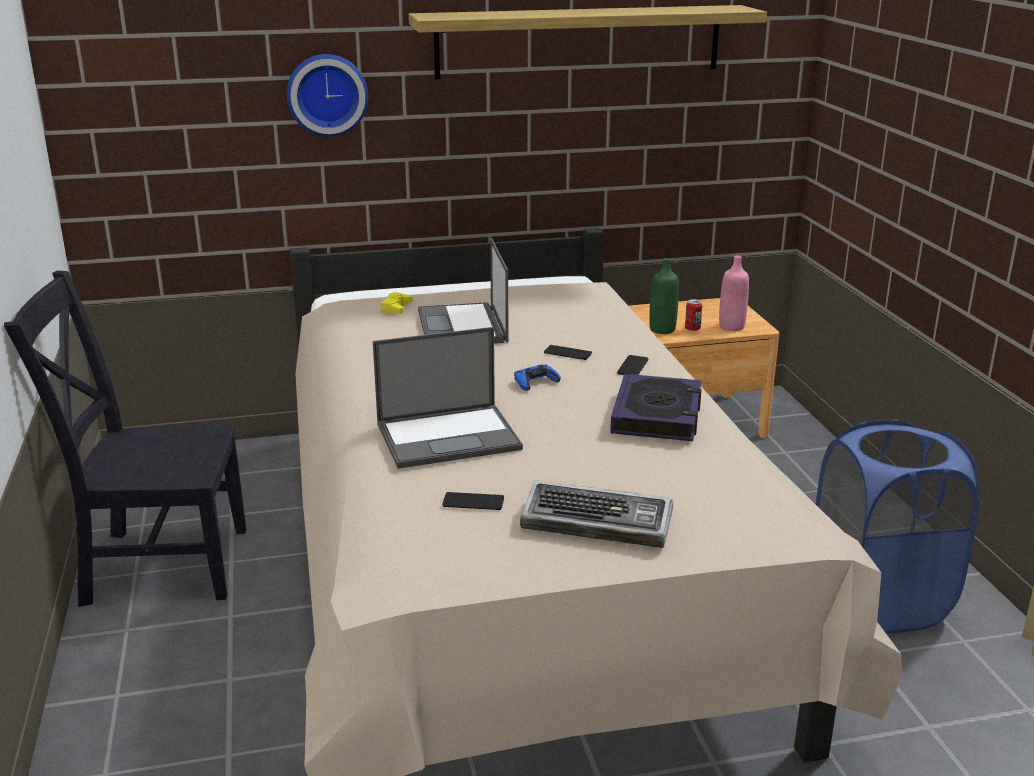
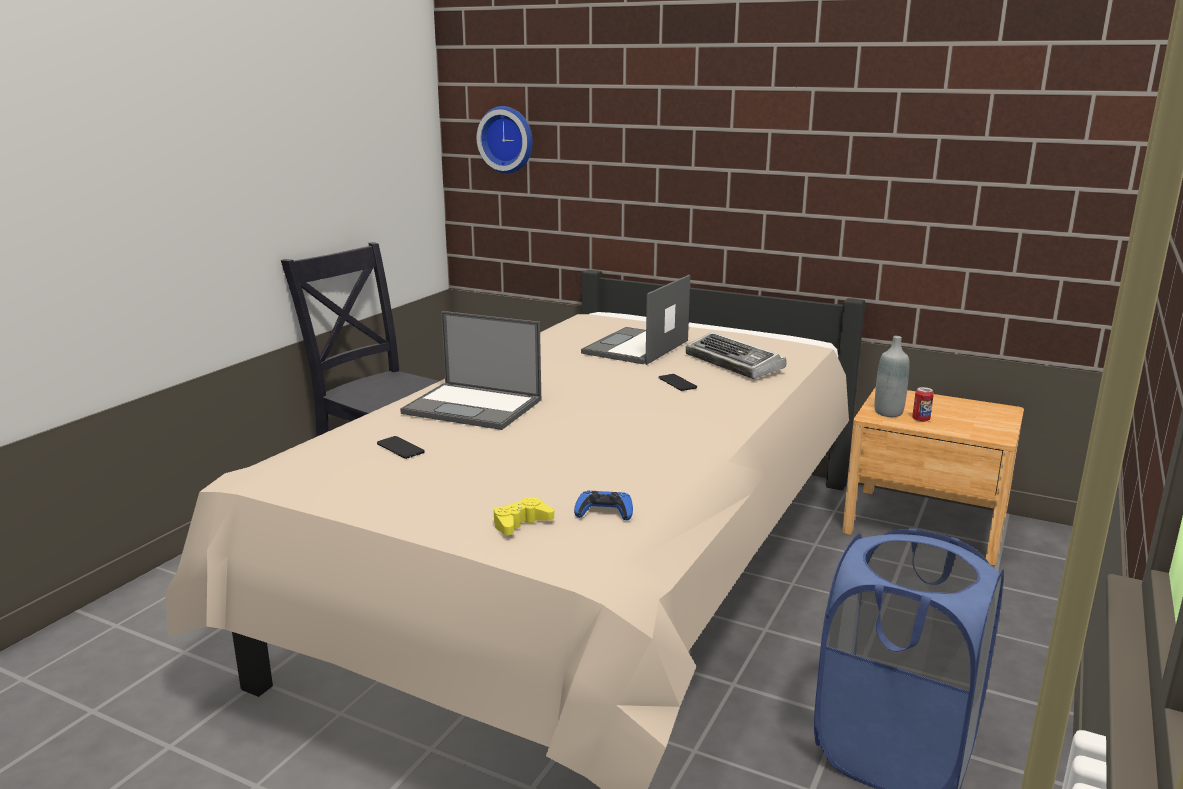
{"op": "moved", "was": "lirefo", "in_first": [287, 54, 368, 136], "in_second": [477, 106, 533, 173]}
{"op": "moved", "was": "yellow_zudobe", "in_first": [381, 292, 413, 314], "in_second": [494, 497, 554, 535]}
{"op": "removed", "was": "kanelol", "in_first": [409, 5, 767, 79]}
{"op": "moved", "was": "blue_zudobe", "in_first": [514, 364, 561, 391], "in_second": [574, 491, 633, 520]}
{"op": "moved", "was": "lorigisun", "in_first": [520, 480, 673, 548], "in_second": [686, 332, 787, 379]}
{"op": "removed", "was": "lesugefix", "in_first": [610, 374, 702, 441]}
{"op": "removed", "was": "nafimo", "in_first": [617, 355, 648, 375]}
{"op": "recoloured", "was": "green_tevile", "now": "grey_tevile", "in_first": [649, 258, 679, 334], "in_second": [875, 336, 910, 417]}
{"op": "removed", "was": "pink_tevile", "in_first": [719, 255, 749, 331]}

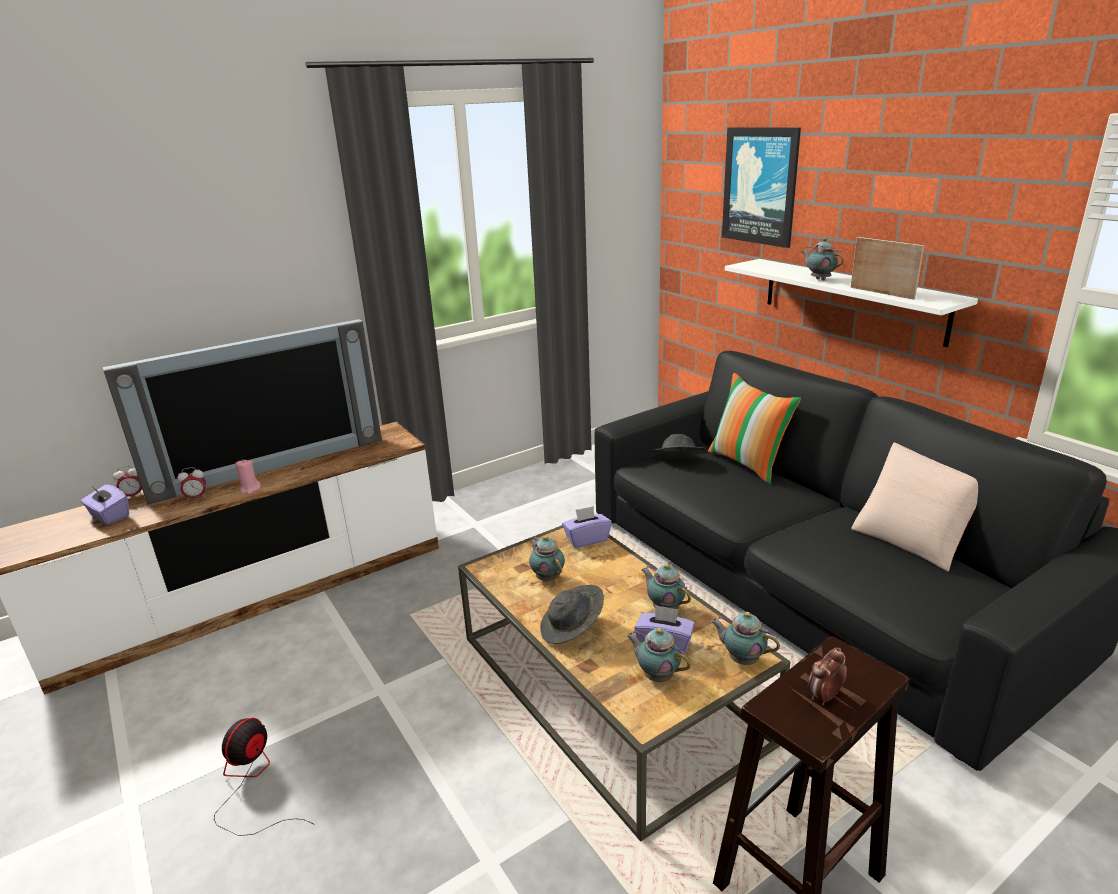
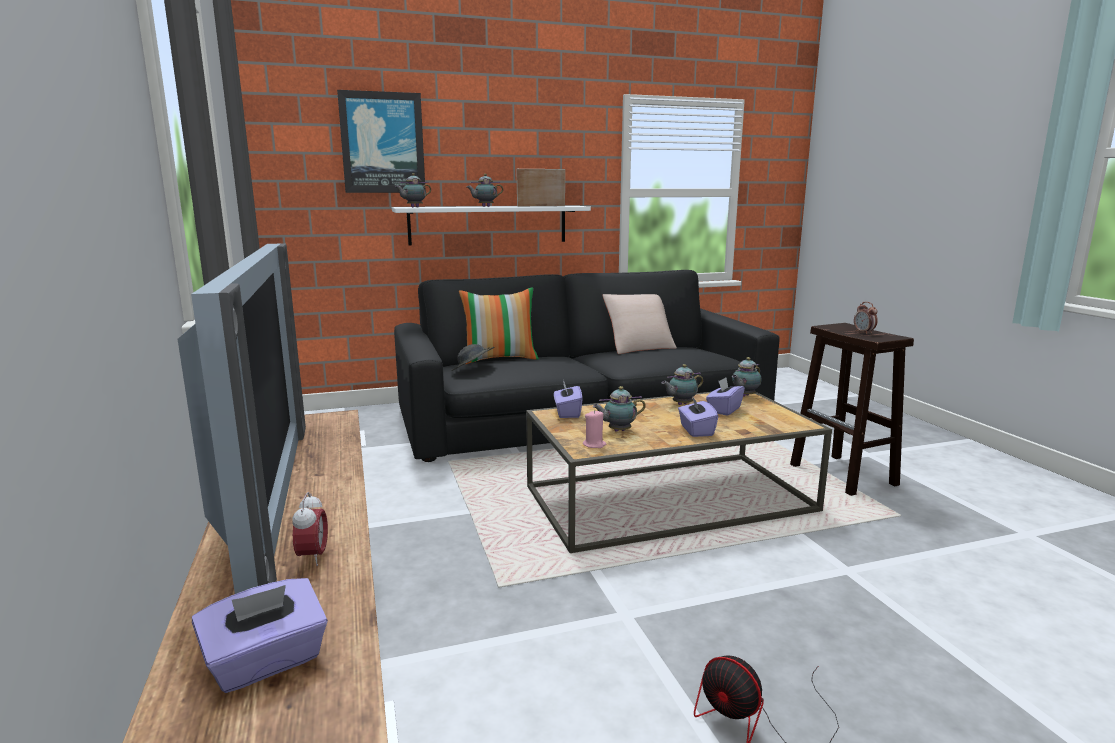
{"op": "removed", "was": "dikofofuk", "in_first": [113, 466, 143, 496]}
{"op": "moved", "was": "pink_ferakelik", "in_first": [235, 459, 261, 494], "in_second": [583, 410, 607, 448]}
{"op": "replaced", "was": "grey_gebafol", "now": "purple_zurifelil", "in_first": [540, 585, 604, 644], "in_second": [678, 397, 718, 437]}
{"op": "moved", "was": "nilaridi", "in_first": [626, 628, 691, 682], "in_second": [395, 173, 431, 207]}

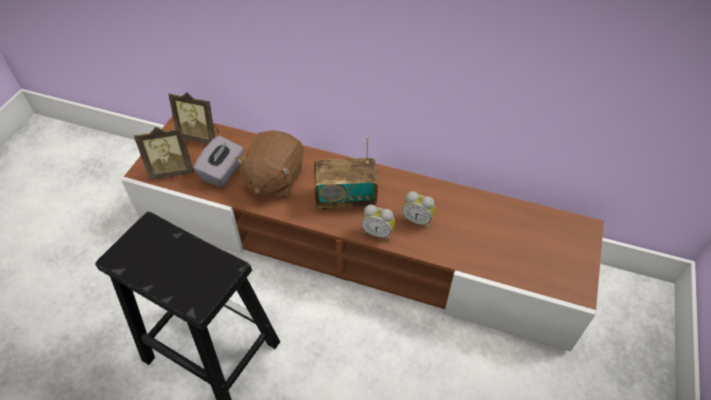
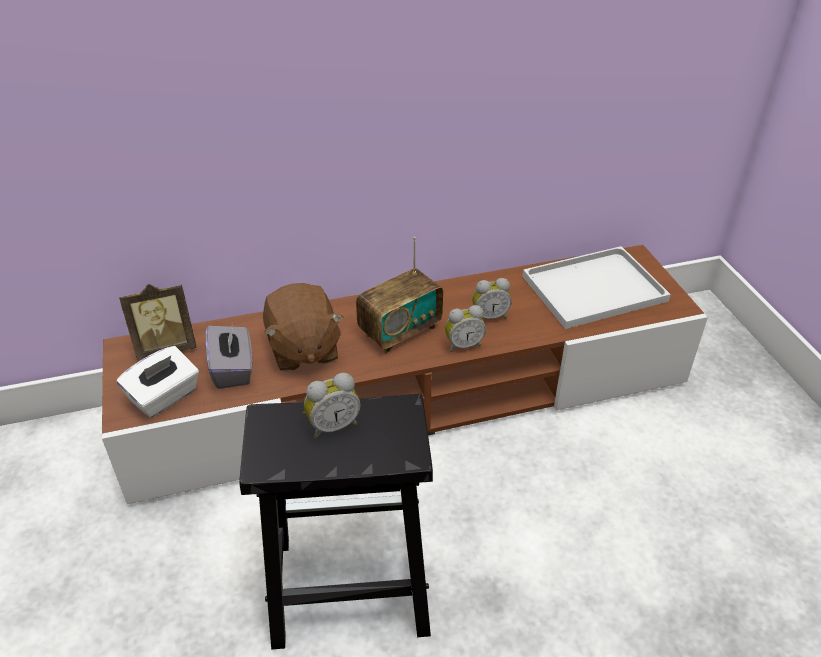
{"op": "replaced", "was": "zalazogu", "now": "white_zurifelil", "in_first": [134, 127, 194, 180], "in_second": [117, 346, 199, 418]}
{"op": "added", "now": "dikofofuk", "in_second": [304, 373, 361, 439]}
{"op": "added", "now": "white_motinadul", "in_second": [522, 246, 671, 329]}

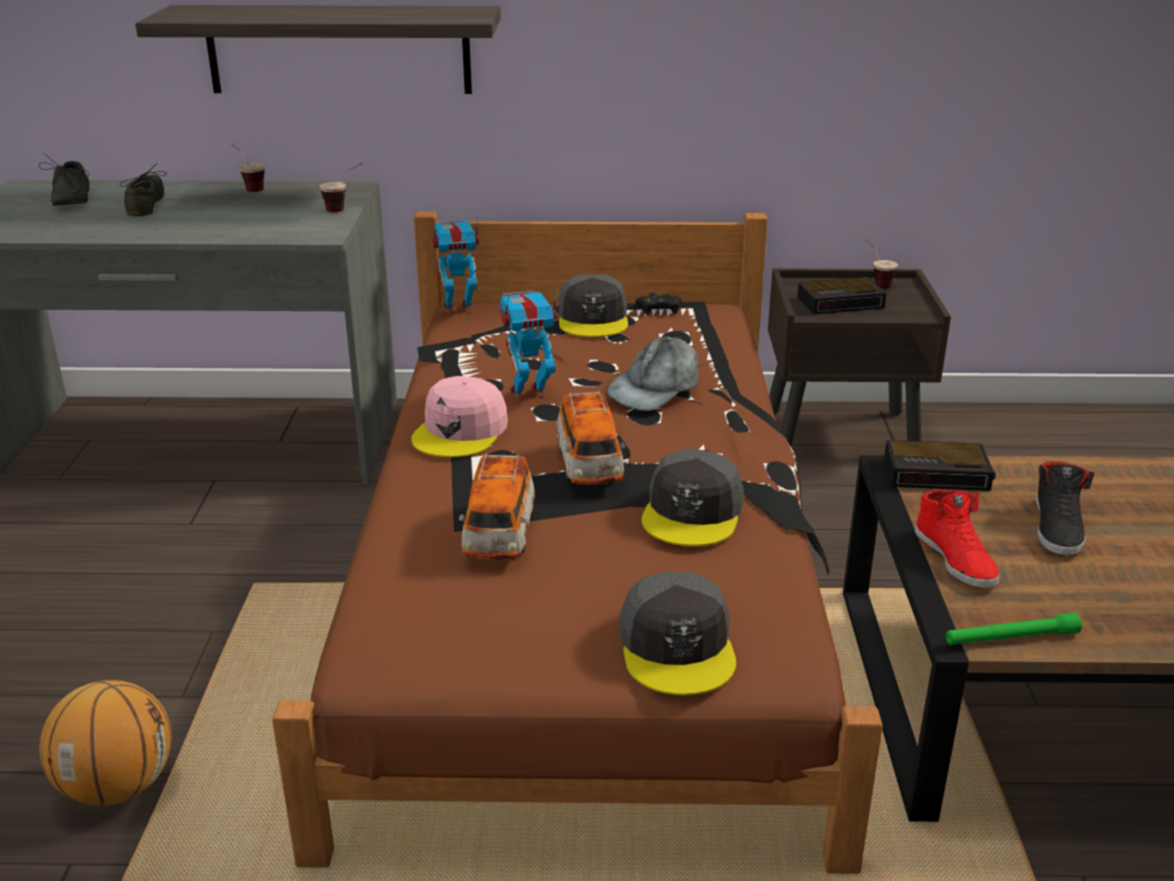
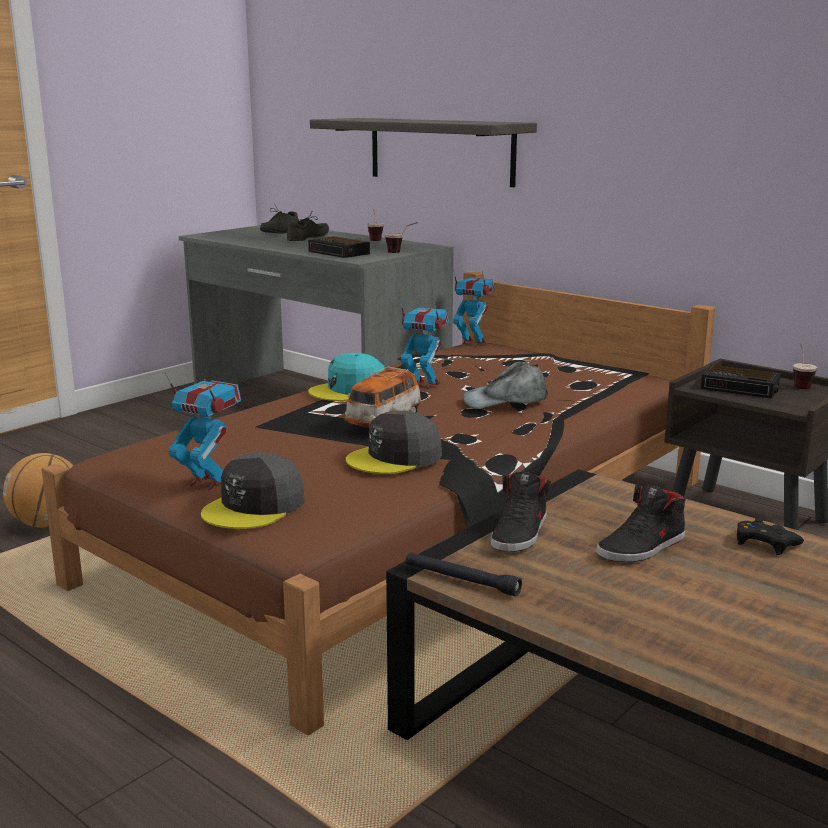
{"op": "recoloured", "was": "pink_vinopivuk", "now": "turquoise_vinopivuk", "in_first": [412, 376, 508, 457], "in_second": [308, 353, 385, 401]}
{"op": "removed", "was": "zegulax", "in_first": [459, 453, 535, 560]}
{"op": "removed", "was": "grey_vinopivuk", "in_first": [558, 274, 628, 337]}
{"op": "moved", "was": "black_zudobe", "in_first": [635, 293, 682, 315], "in_second": [737, 518, 804, 555]}
{"op": "moved", "was": "dikofofuk", "in_first": [884, 440, 996, 491], "in_second": [308, 236, 370, 258]}
{"op": "recoloured", "was": "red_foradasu", "now": "black_foradasu", "in_first": [915, 489, 1000, 589], "in_second": [490, 472, 551, 552]}
{"op": "recoloured", "was": "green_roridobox", "now": "black_roridobox", "in_first": [946, 613, 1082, 645], "in_second": [406, 552, 522, 597]}
{"op": "added", "now": "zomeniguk", "in_second": [165, 373, 241, 490]}

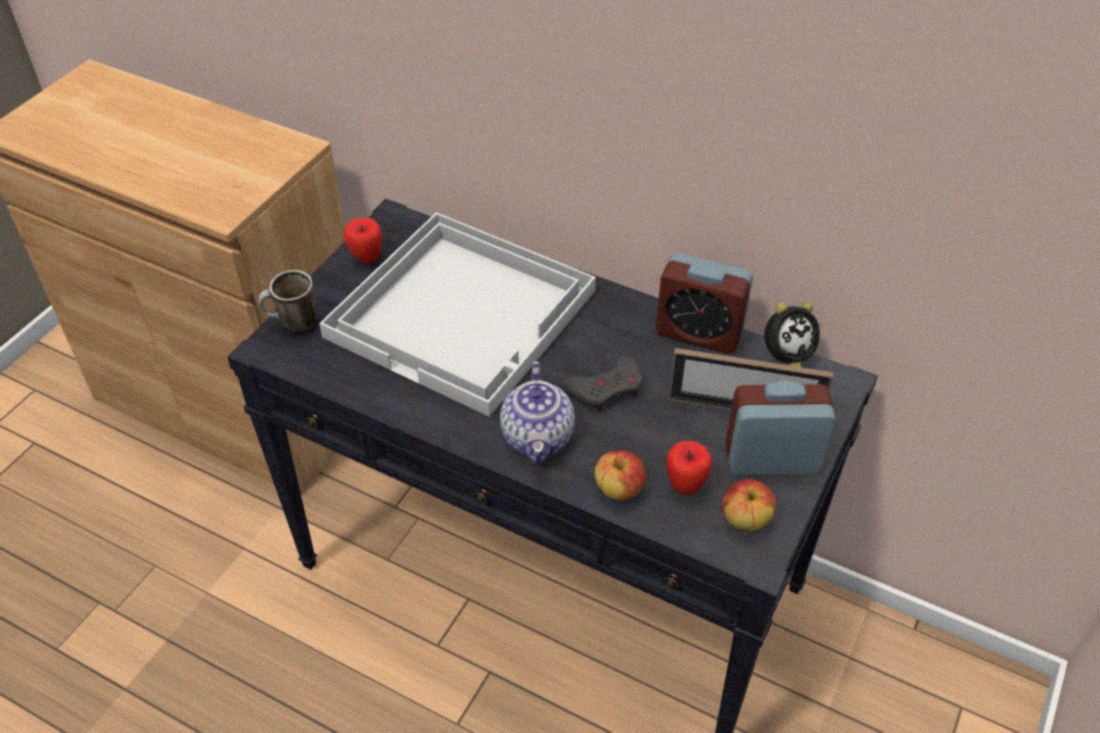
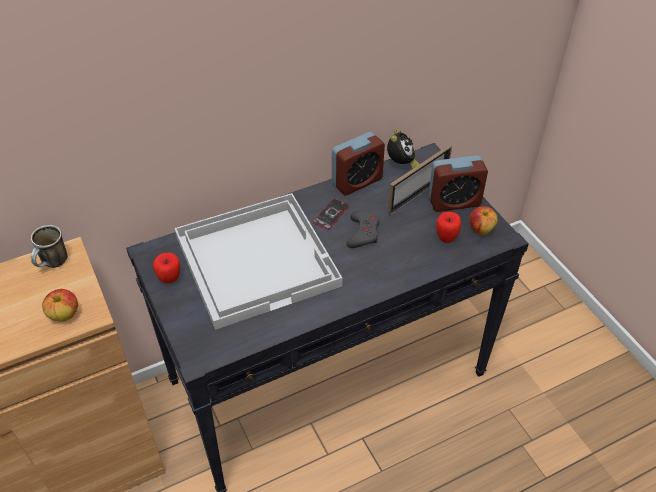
{"op": "moved", "was": "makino", "in_first": [258, 270, 317, 332], "in_second": [31, 225, 68, 268]}
{"op": "removed", "was": "nilaridi", "in_first": [500, 361, 575, 463]}
{"op": "moved", "was": "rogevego", "in_first": [595, 450, 646, 500], "in_second": [42, 289, 78, 322]}
{"op": "turned", "was": "dikofofuk", "in_first": [725, 381, 836, 475], "in_second": [428, 155, 488, 212], "clockwise": -135}
{"op": "added", "now": "nafimo", "in_second": [313, 199, 349, 229]}

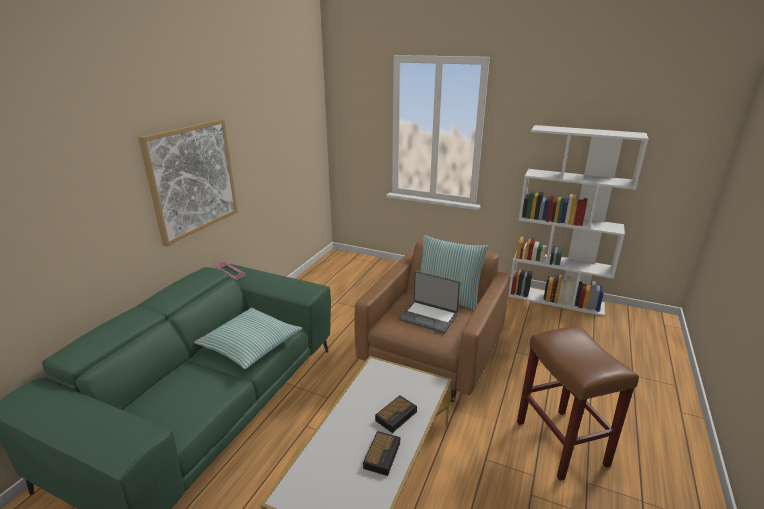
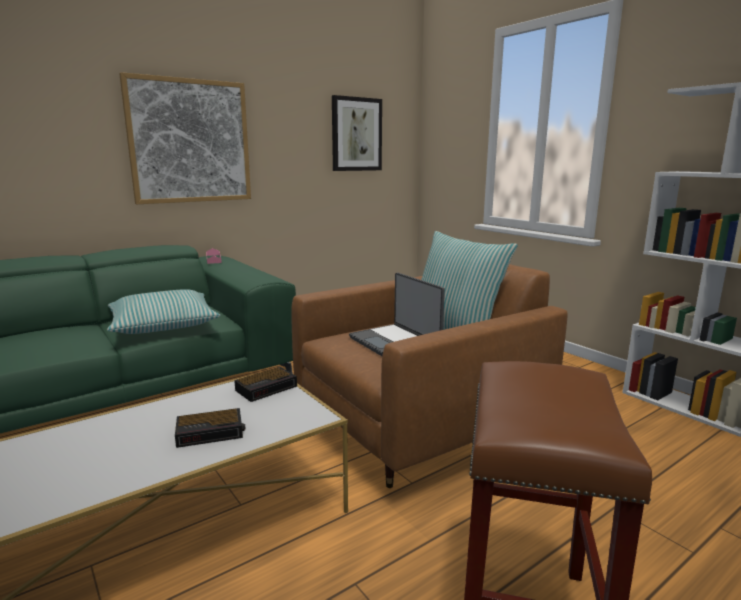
{"op": "moved", "was": "dikofofuk", "in_first": [363, 431, 400, 476], "in_second": [234, 367, 297, 402]}
{"op": "added", "now": "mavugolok", "in_second": [332, 95, 382, 171]}

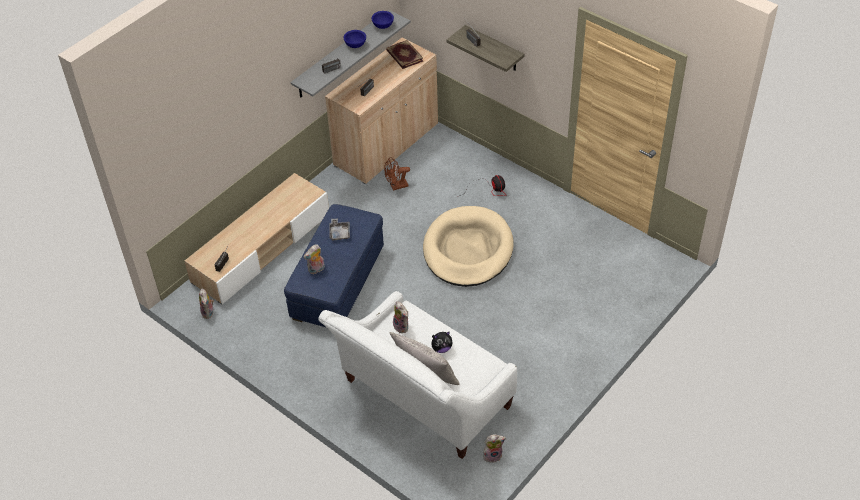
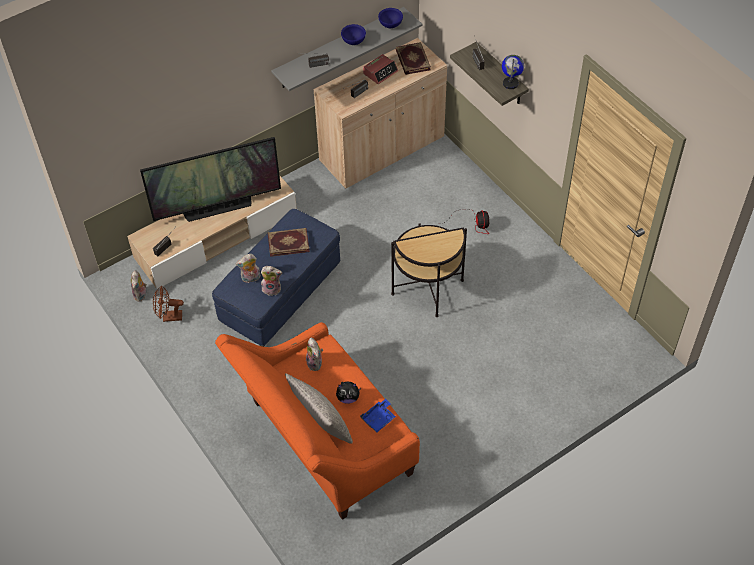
{"op": "recoloured", "was": "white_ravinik", "now": "orange_ravinik", "in_first": [318, 291, 517, 459], "in_second": [215, 322, 420, 520]}
{"op": "replaced", "was": "grey_motinadul", "now": "lesugefix", "in_first": [329, 219, 350, 241], "in_second": [268, 228, 310, 257]}
{"op": "moved", "was": "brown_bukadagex", "in_first": [384, 157, 410, 191], "in_second": [153, 285, 184, 322]}
{"op": "replaced", "was": "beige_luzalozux", "now": "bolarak", "in_first": [423, 206, 514, 287], "in_second": [391, 223, 467, 317]}
{"op": "moved", "was": "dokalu", "in_first": [483, 434, 506, 463], "in_second": [261, 266, 282, 296]}
{"op": "added", "now": "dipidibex", "in_second": [140, 137, 281, 222]}
{"op": "added", "now": "blue_motinadul", "in_second": [360, 399, 396, 432]}
{"op": "added", "now": "dikofofuk", "in_second": [363, 54, 398, 84]}
{"op": "added", "now": "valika", "in_second": [502, 55, 524, 89]}

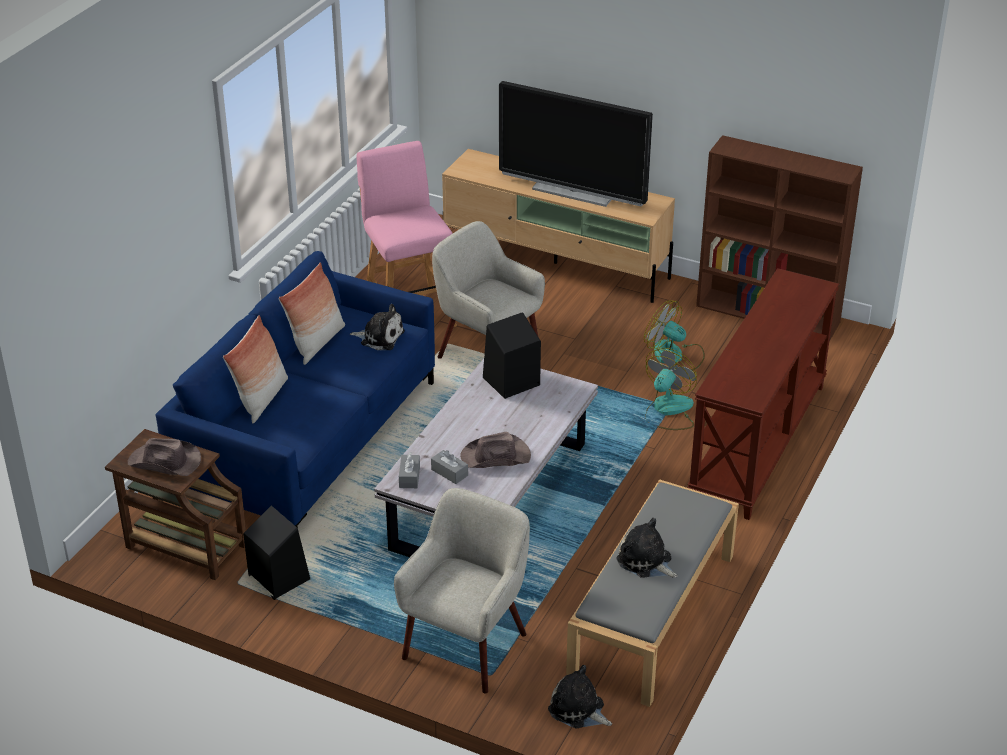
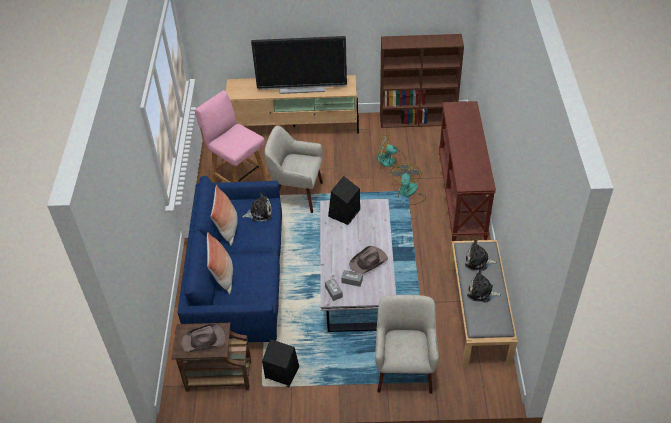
{"op": "moved", "was": "dokalu", "in_first": [548, 665, 612, 728], "in_second": [465, 239, 498, 271]}

